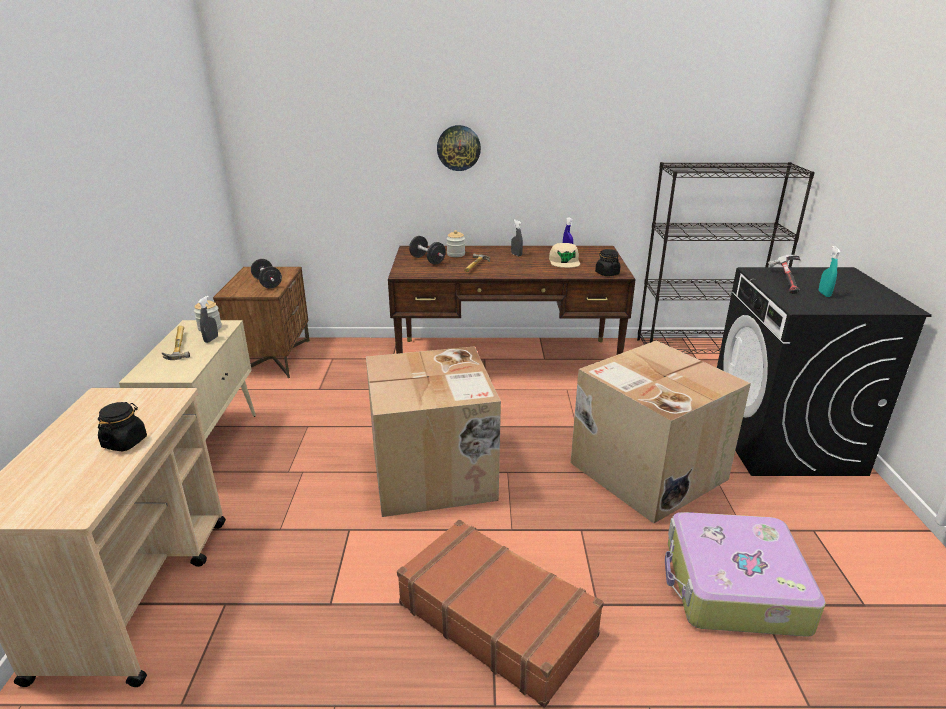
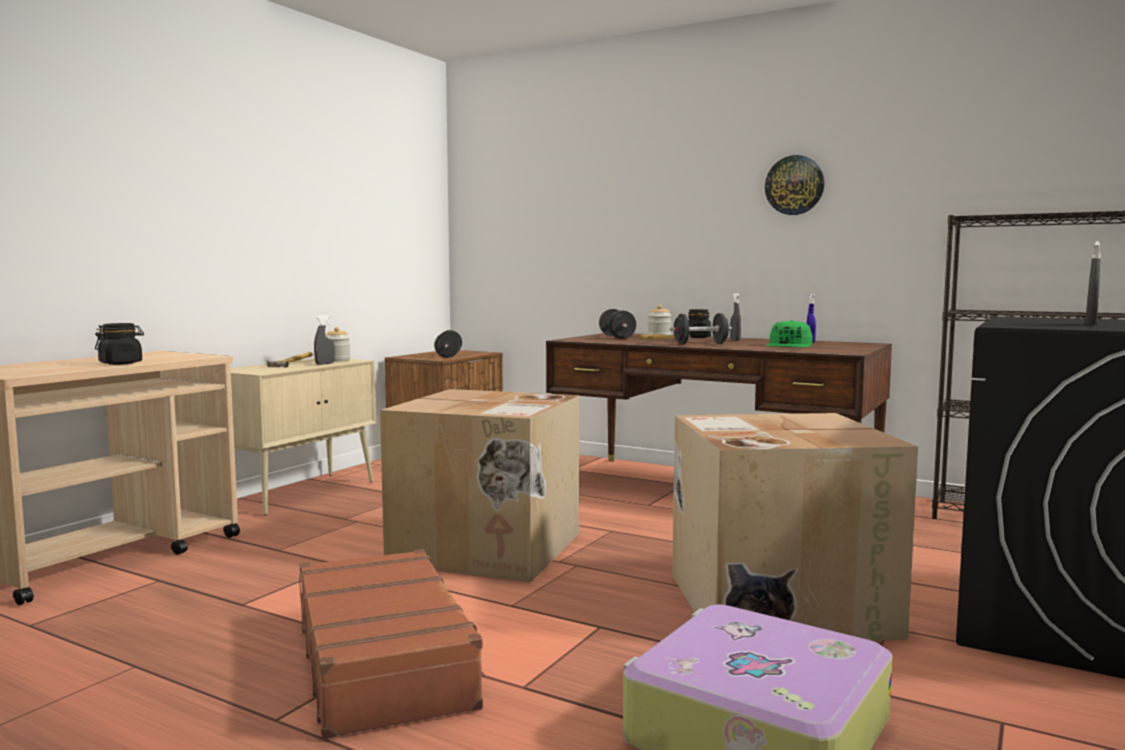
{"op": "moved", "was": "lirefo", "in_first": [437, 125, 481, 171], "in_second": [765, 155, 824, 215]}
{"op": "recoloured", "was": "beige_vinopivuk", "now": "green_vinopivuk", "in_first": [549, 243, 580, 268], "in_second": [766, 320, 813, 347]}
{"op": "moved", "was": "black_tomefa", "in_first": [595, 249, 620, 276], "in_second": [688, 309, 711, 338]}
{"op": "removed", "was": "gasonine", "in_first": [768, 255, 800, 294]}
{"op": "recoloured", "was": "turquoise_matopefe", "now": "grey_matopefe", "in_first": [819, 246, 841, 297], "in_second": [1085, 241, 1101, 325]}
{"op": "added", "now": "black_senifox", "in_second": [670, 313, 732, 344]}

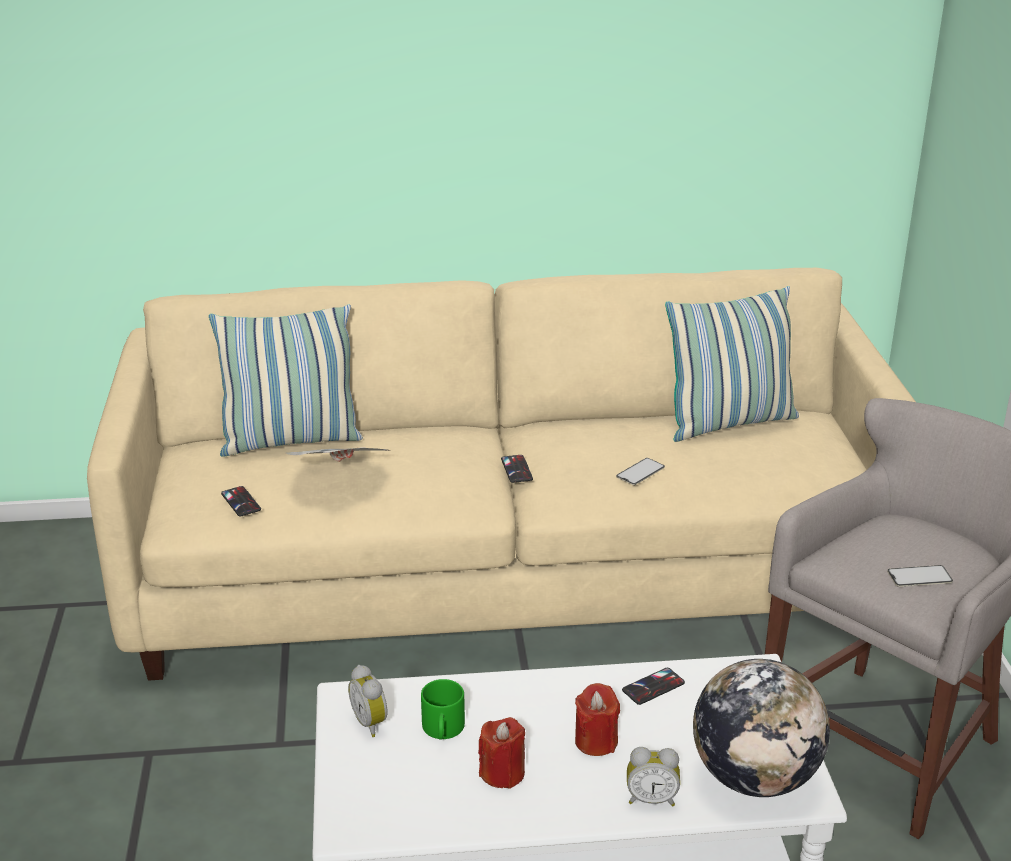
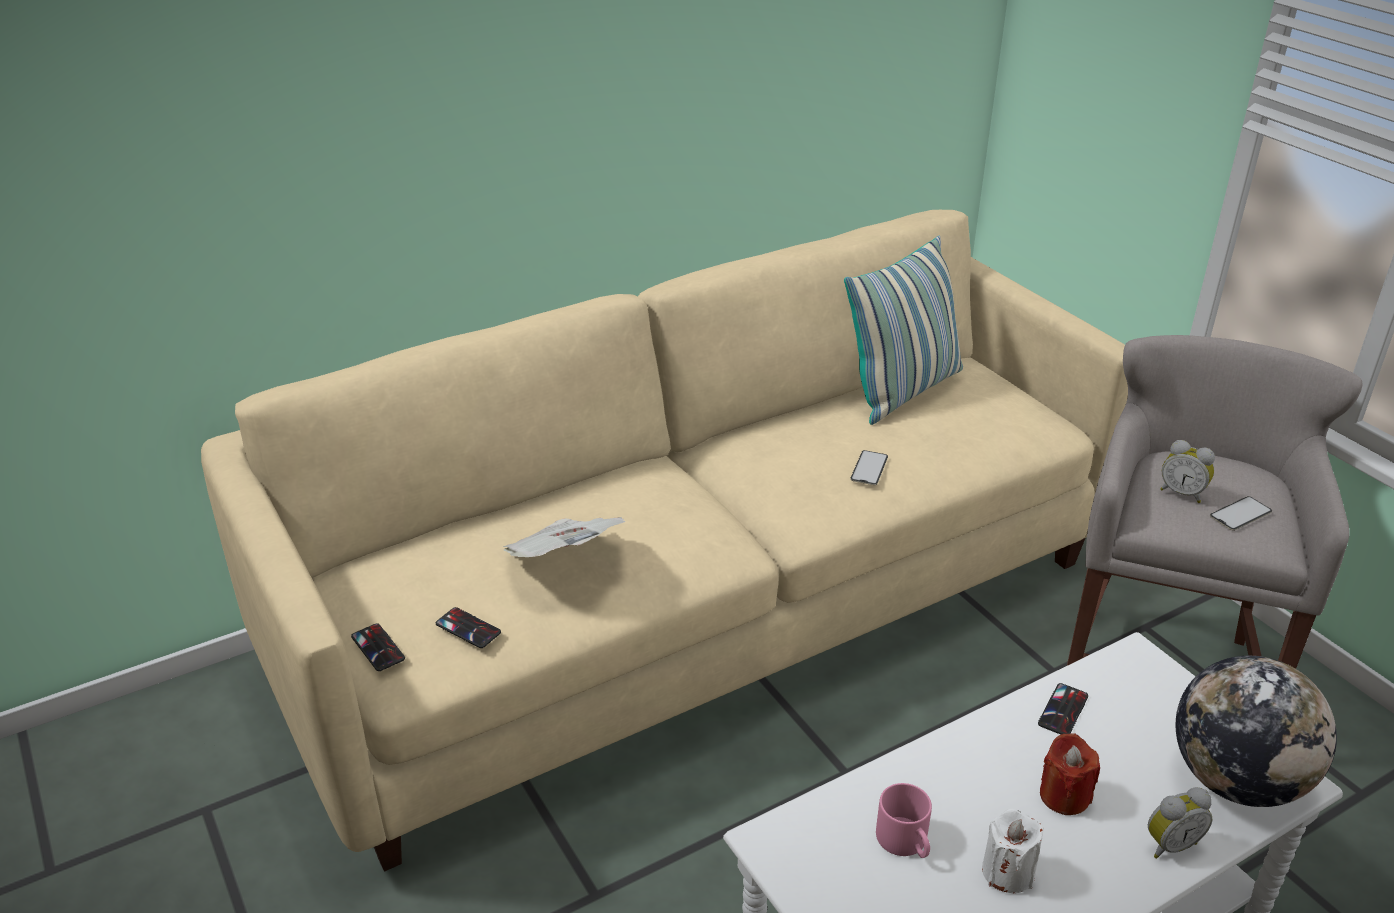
{"op": "removed", "was": "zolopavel", "in_first": [209, 304, 363, 457]}
{"op": "moved", "was": "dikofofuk", "in_first": [348, 665, 387, 737], "in_second": [1160, 440, 1215, 503]}
{"op": "recoloured", "was": "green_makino", "now": "pink_makino", "in_first": [421, 679, 465, 739], "in_second": [876, 783, 932, 858]}
{"op": "recoloured", "was": "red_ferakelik", "now": "white_ferakelik", "in_first": [478, 717, 525, 789], "in_second": [982, 809, 1044, 893]}
{"op": "moved", "was": "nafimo", "in_first": [501, 455, 533, 483], "in_second": [351, 623, 405, 671]}

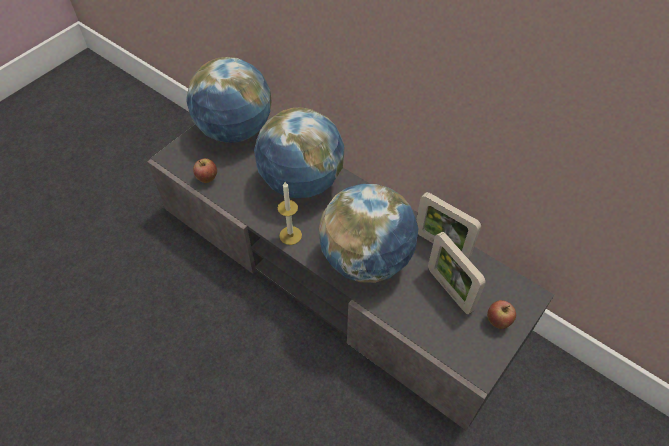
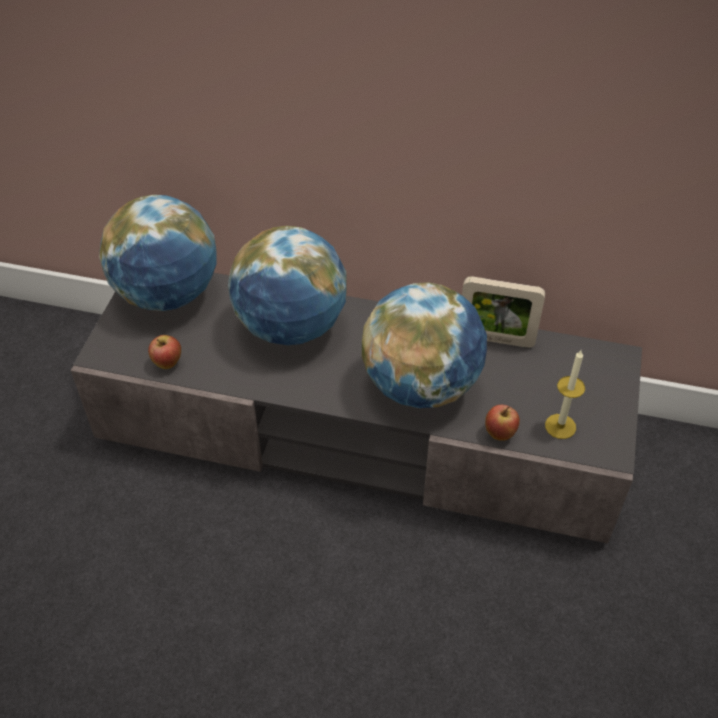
{"op": "moved", "was": "ferakelik", "in_first": [278, 182, 302, 245], "in_second": [545, 350, 585, 439]}
{"op": "removed", "was": "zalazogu", "in_first": [428, 232, 486, 314]}
{"op": "moved", "was": "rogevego", "in_first": [487, 300, 516, 329], "in_second": [485, 405, 520, 441]}

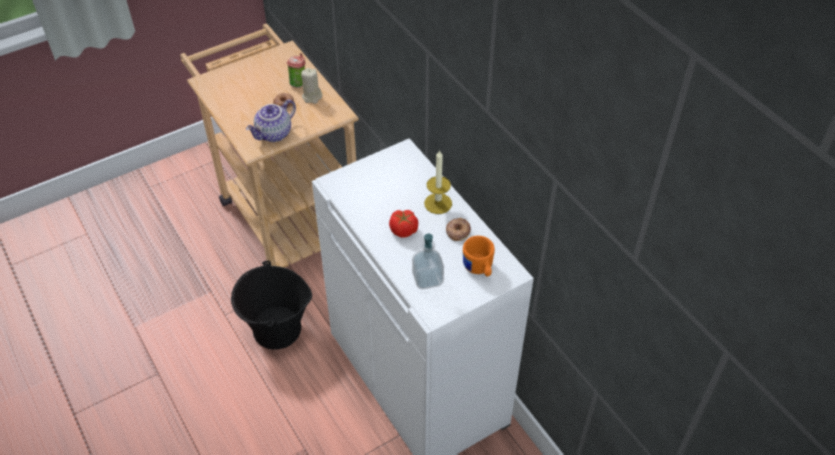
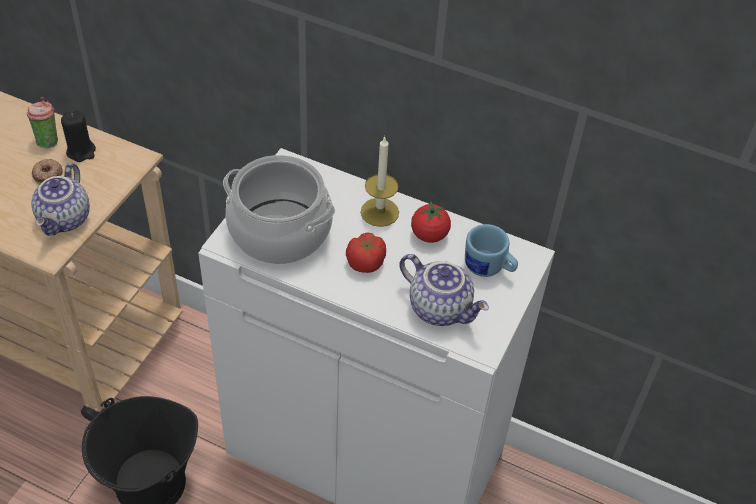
{"op": "recoloured", "was": "beige_ferakelik", "now": "black_ferakelik", "in_first": [301, 68, 322, 104], "in_second": [61, 110, 96, 162]}
{"op": "replaced", "was": "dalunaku", "now": "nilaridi", "in_first": [412, 234, 444, 289], "in_second": [399, 254, 489, 326]}
{"op": "replaced", "was": "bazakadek", "now": "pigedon", "in_first": [446, 218, 471, 241], "in_second": [411, 202, 451, 243]}
{"op": "recoloured", "was": "orange_makino", "now": "blue_makino", "in_first": [463, 236, 495, 277], "in_second": [465, 224, 518, 277]}
{"op": "added", "now": "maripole", "in_second": [223, 155, 335, 264]}

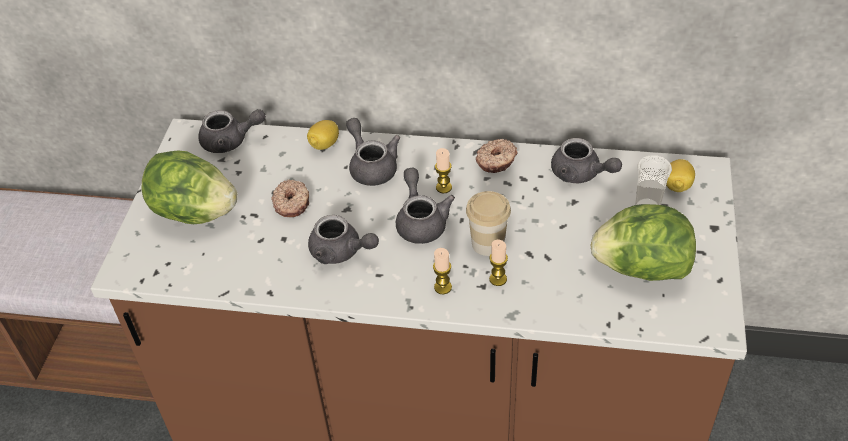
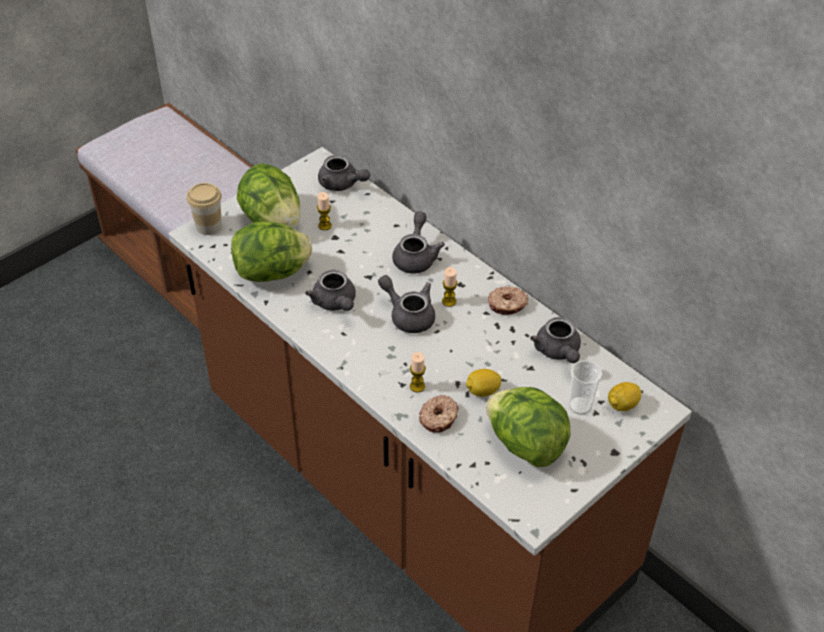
{"op": "moved", "was": "bazakadek", "in_first": [271, 180, 309, 217], "in_second": [419, 395, 459, 433]}
{"op": "moved", "was": "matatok", "in_first": [307, 120, 339, 150], "in_second": [466, 369, 501, 397]}
{"op": "turned", "was": "grey_nilaridi", "in_first": [396, 168, 455, 244], "in_second": [378, 275, 435, 333], "clockwise": -75}
{"op": "moved", "was": "ferakelik", "in_first": [433, 248, 452, 294], "in_second": [317, 192, 332, 230]}
{"op": "moved", "was": "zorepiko", "in_first": [466, 191, 511, 256], "in_second": [186, 183, 222, 235]}
{"op": "added", "now": "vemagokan", "in_second": [231, 222, 312, 282]}

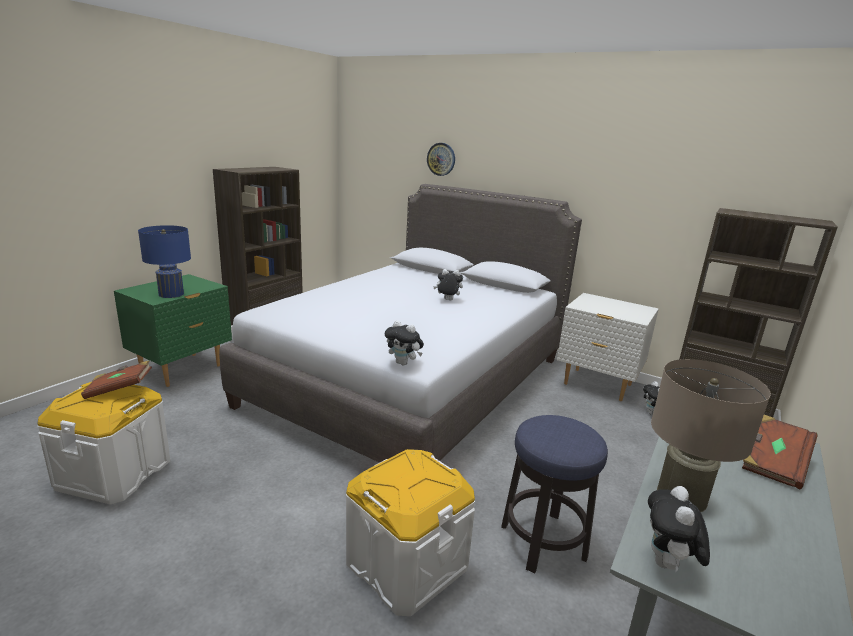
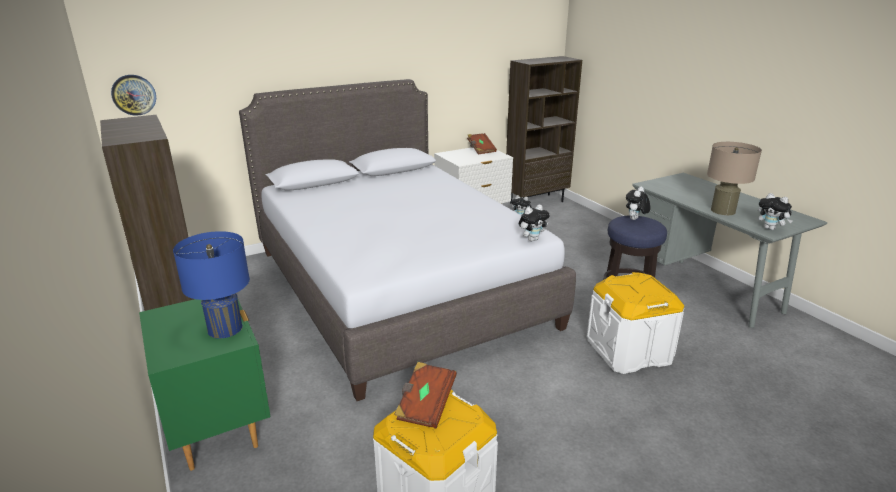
{"op": "moved", "was": "lirefo", "in_first": [427, 143, 455, 176], "in_second": [111, 75, 156, 116]}
{"op": "moved", "was": "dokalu", "in_first": [433, 269, 463, 301], "in_second": [626, 186, 650, 220]}
{"op": "moved", "was": "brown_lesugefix", "in_first": [742, 415, 818, 489], "in_second": [467, 133, 497, 154]}

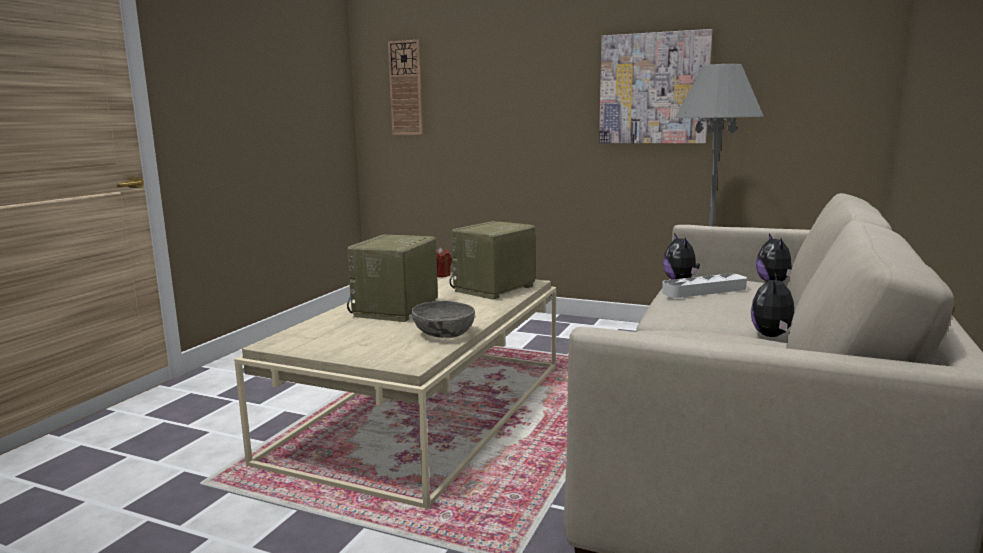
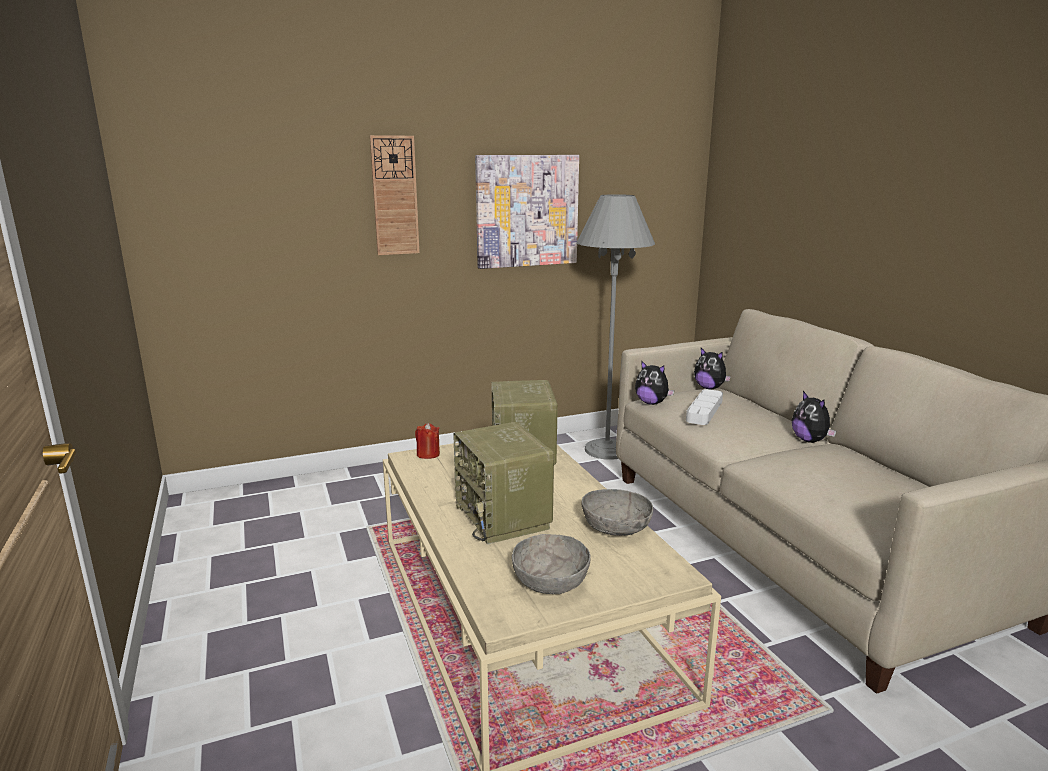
{"op": "moved", "was": "lirefo", "in_first": [388, 40, 423, 135], "in_second": [370, 135, 420, 255]}
{"op": "added", "now": "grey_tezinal", "in_second": [512, 534, 591, 594]}

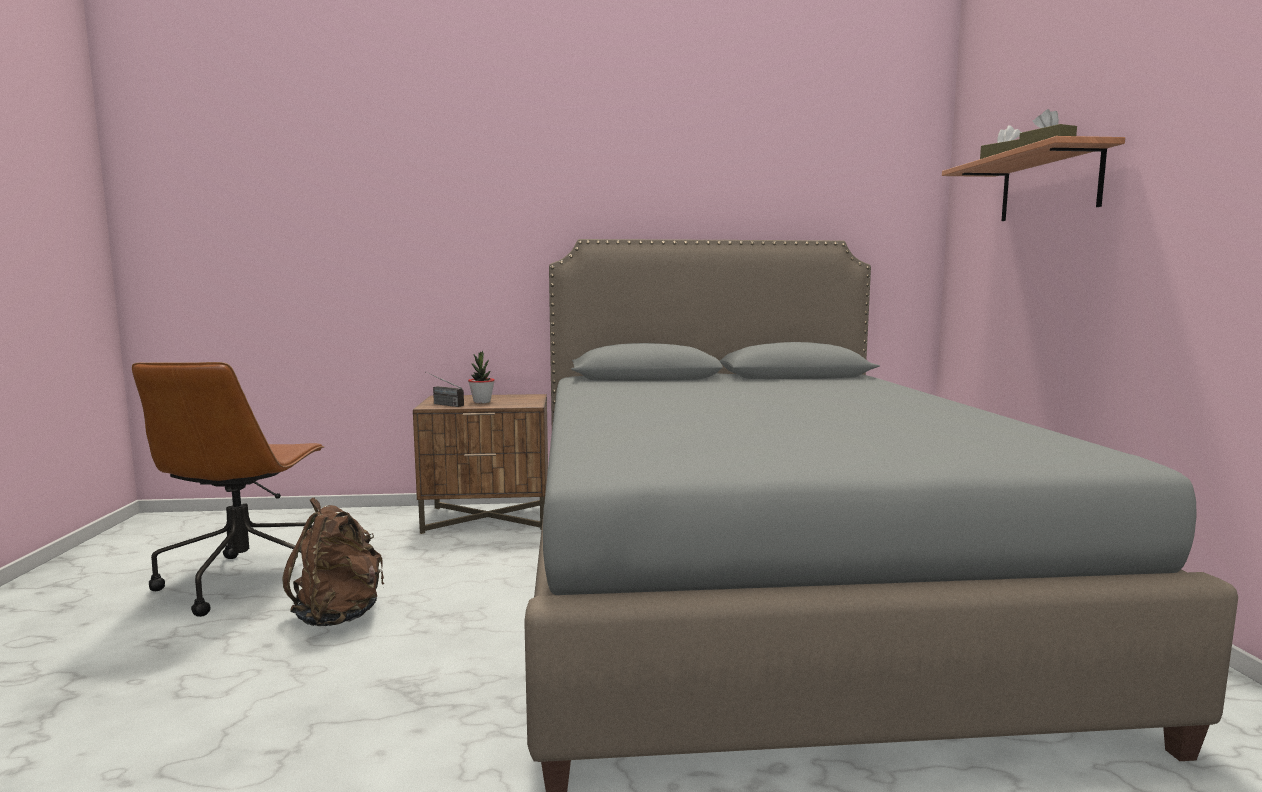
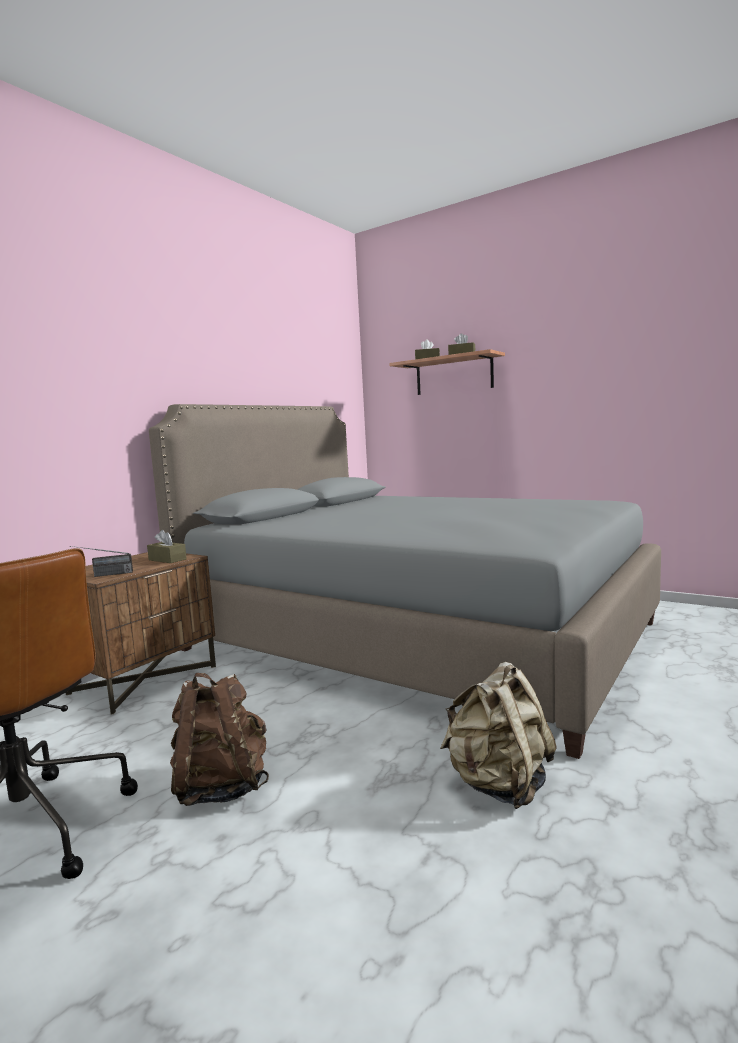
{"op": "removed", "was": "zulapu", "in_first": [468, 351, 495, 403]}
{"op": "added", "now": "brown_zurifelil", "in_second": [147, 530, 187, 563]}
{"op": "added", "now": "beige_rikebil", "in_second": [440, 662, 557, 809]}

